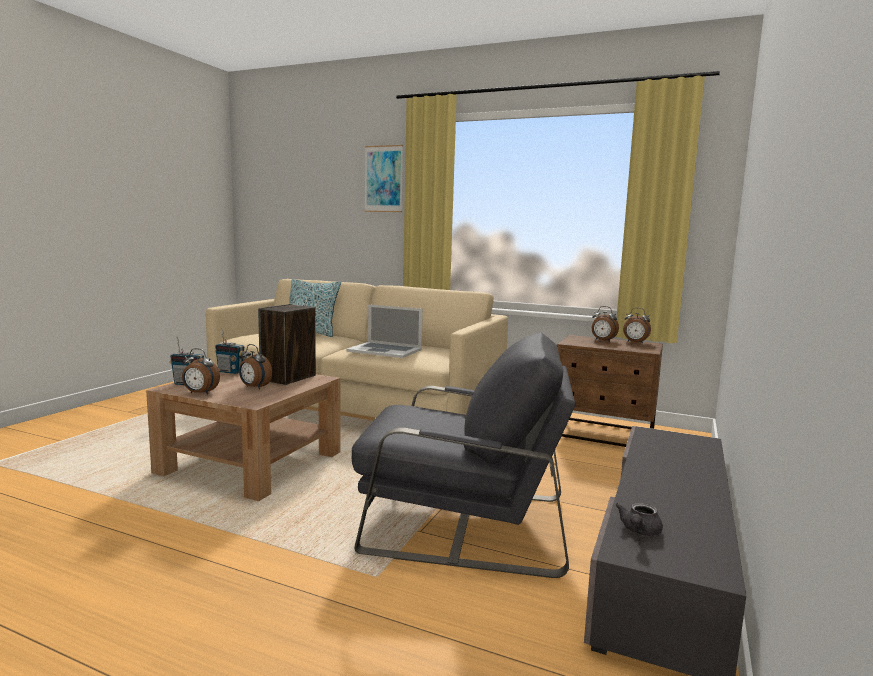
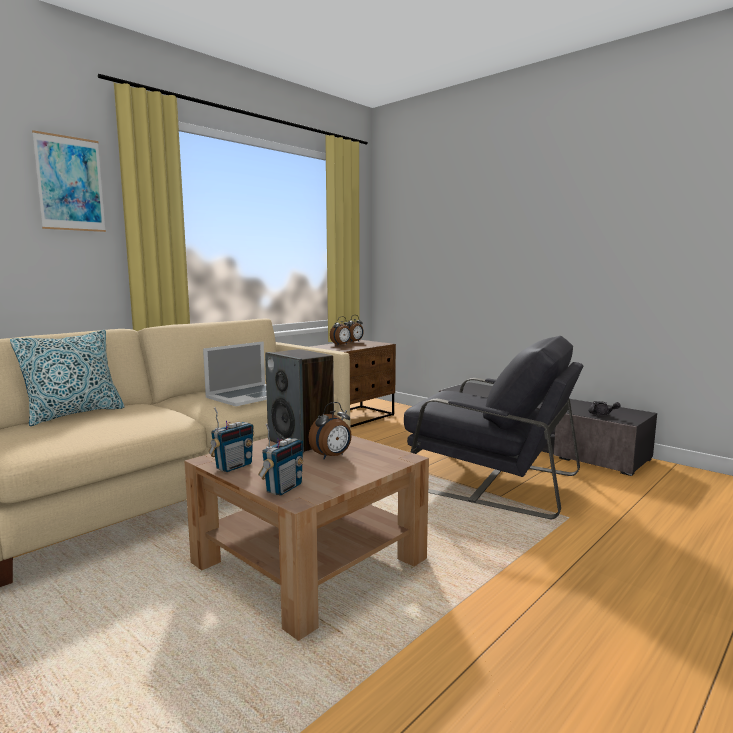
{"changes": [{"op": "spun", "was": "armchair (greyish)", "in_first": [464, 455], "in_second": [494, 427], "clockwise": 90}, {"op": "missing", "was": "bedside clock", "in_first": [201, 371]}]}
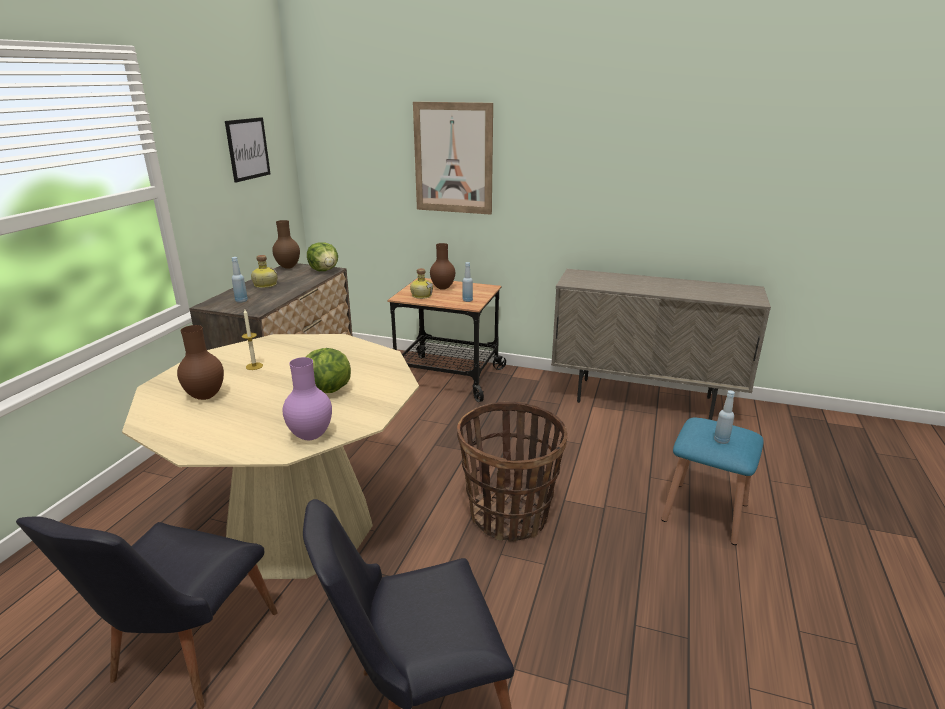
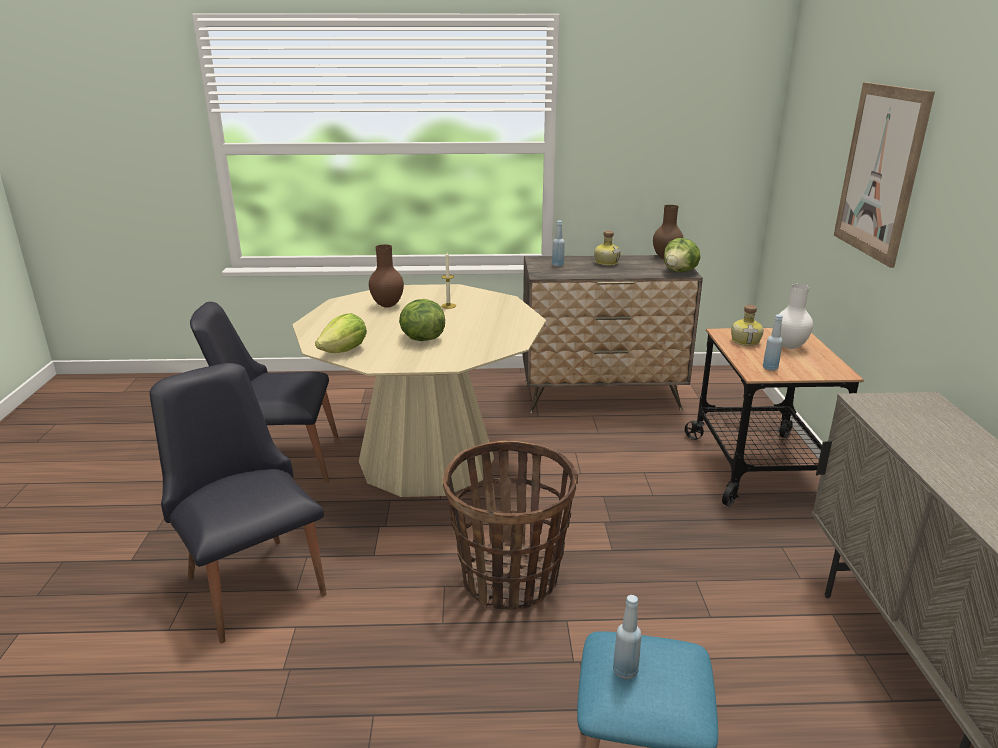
{"changes": [{"op": "exchanged", "was": "decorative vase (purple)", "now": "lettuce head", "in_first": [307, 398], "in_second": [341, 333]}, {"op": "colour", "was": "decorative vase (brownish)", "now": "decorative vase (white-coloured)", "in_first": [442, 266], "in_second": [795, 316]}, {"op": "missing", "was": "wall picture", "in_first": [247, 150]}]}
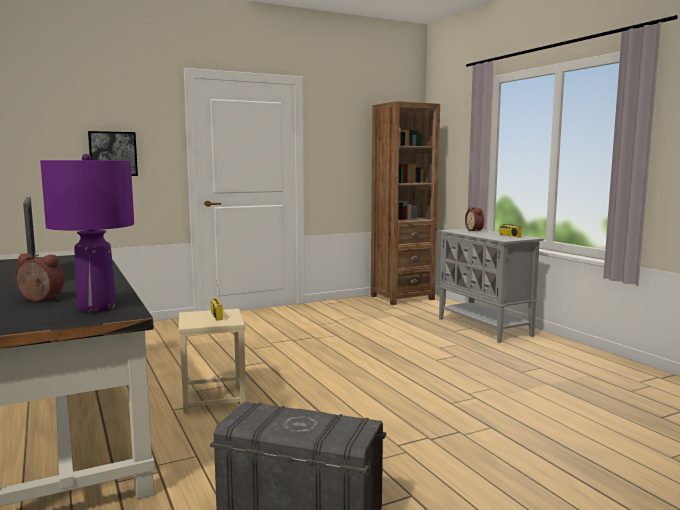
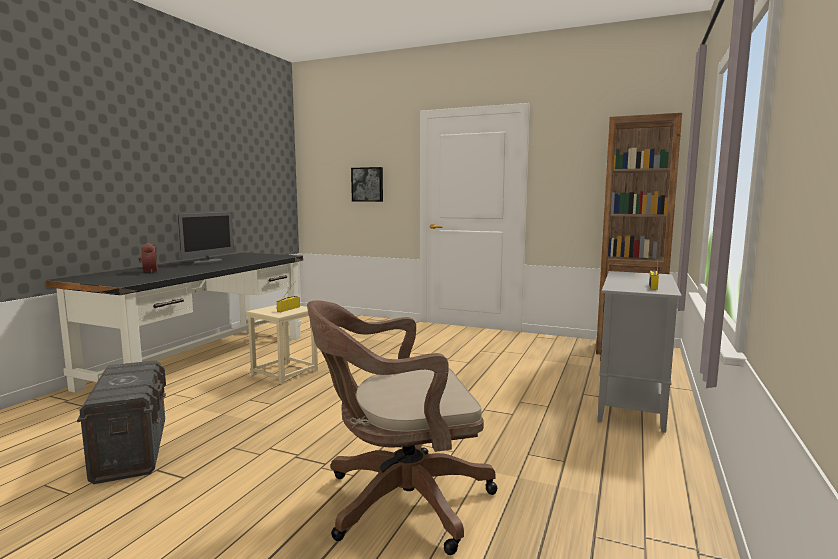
{"changes": [{"op": "appeared", "now": "desk chair (brownish)", "in_second": [402, 427]}, {"op": "missing", "was": "tabletop lamp (purple)", "in_first": [87, 233]}, {"op": "missing", "was": "bedside clock", "in_first": [474, 219]}]}
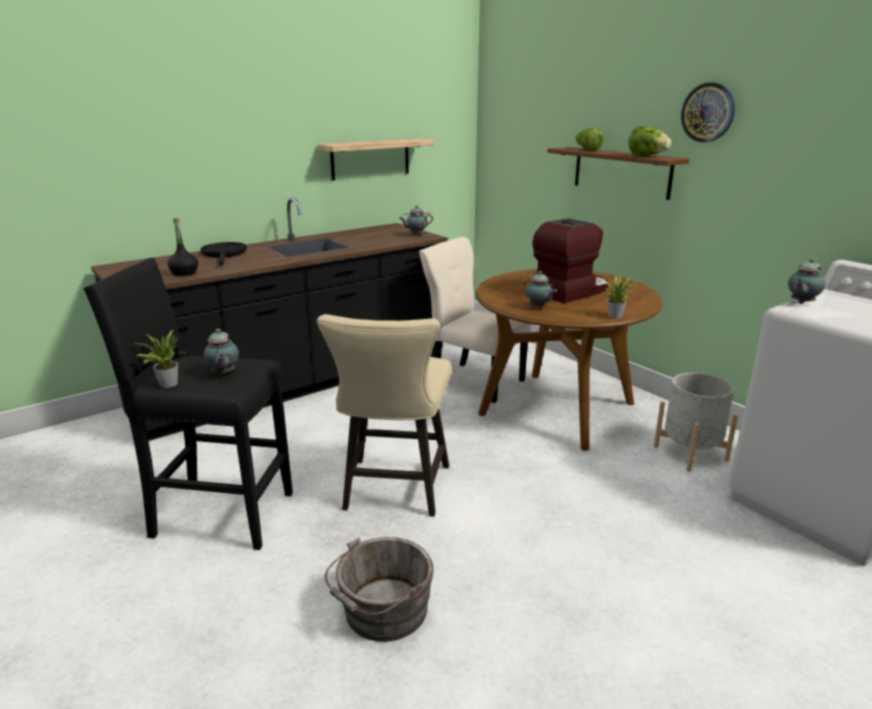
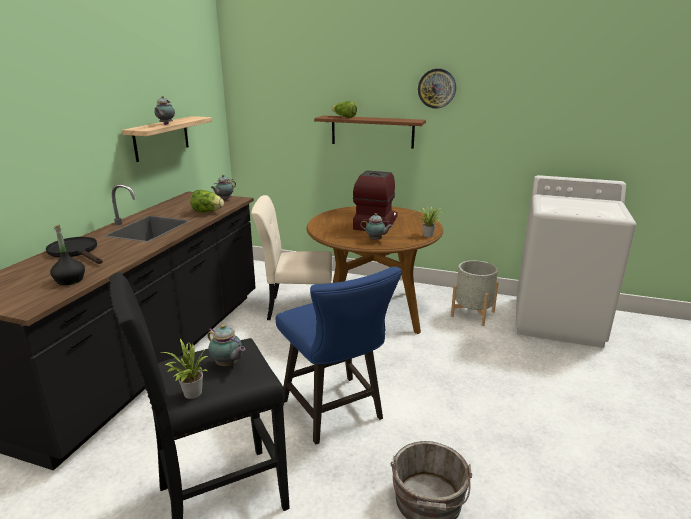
{"changes": [{"op": "relocated", "was": "tea pot", "in_first": [806, 281], "in_second": [164, 110]}, {"op": "relocated", "was": "lettuce head", "in_first": [649, 141], "in_second": [207, 201]}, {"op": "colour", "was": "stool (sand-coloured)", "now": "stool (blue-coloured)", "in_first": [384, 415], "in_second": [339, 355]}]}
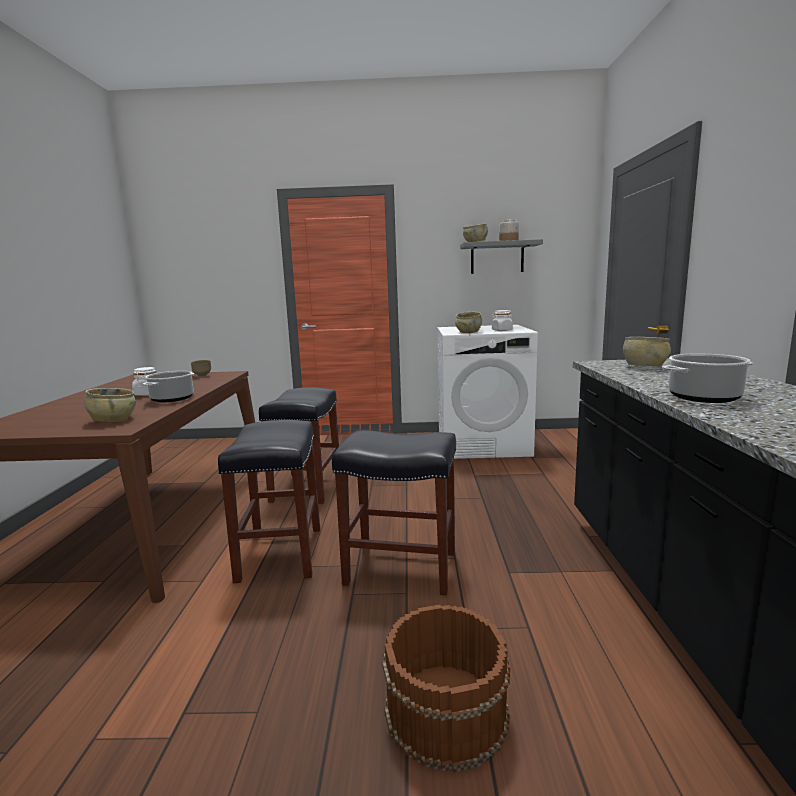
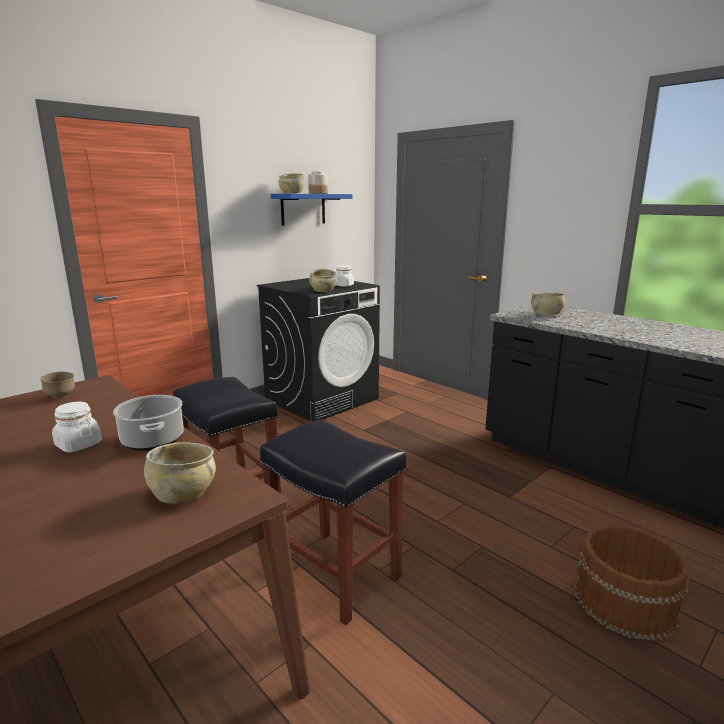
{"changes": [{"op": "colour", "was": "washing machine (white-coloured)", "now": "washing machine (black-coloured)", "in_first": [487, 392], "in_second": [318, 350]}, {"op": "colour", "was": "bracket shelf (greyish)", "now": "bracket shelf (blue-coloured)", "in_first": [501, 256], "in_second": [311, 209]}, {"op": "missing", "was": "stool (black-coloured)", "in_first": [394, 513]}, {"op": "missing", "was": "cooking pot", "in_first": [707, 378]}]}
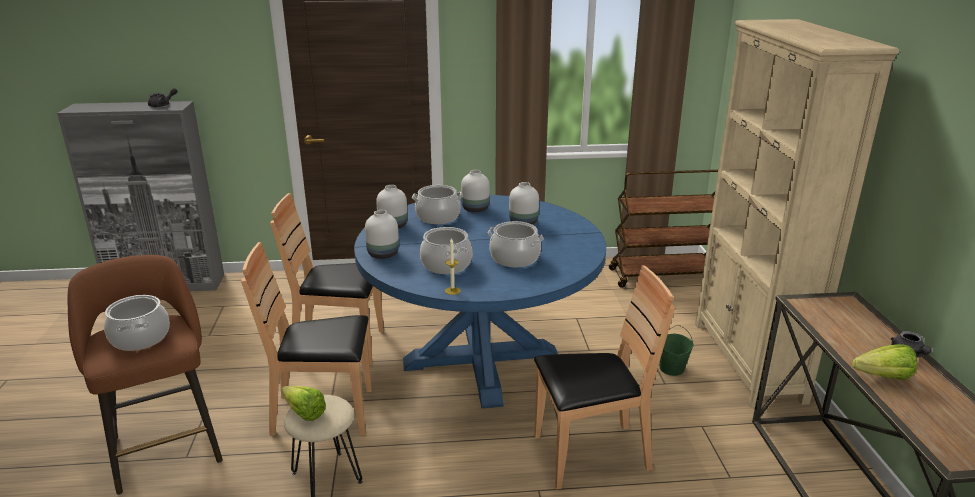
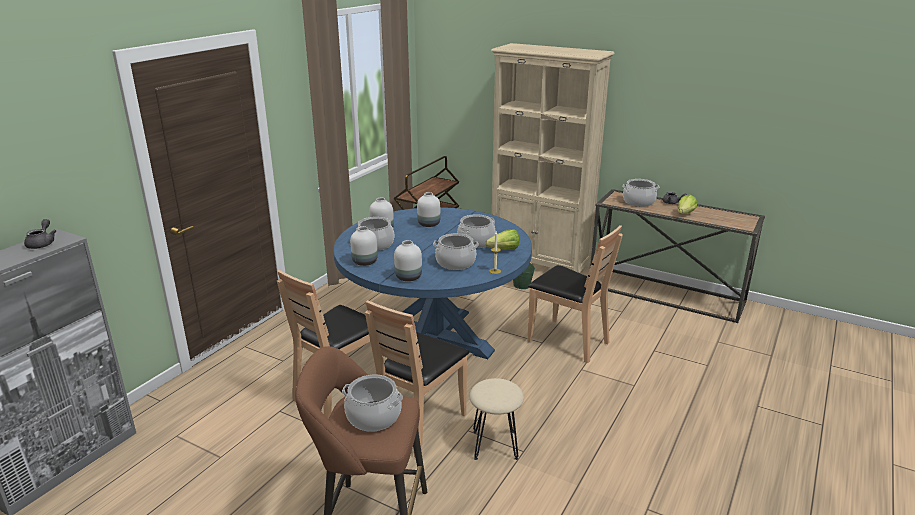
{"changes": [{"op": "relocated", "was": "lettuce head", "in_first": [303, 403], "in_second": [502, 239]}, {"op": "spun", "was": "chair (brownish)", "in_first": [604, 377], "in_second": [575, 294], "clockwise": 105}, {"op": "appeared", "now": "cooking pot", "in_second": [640, 193]}]}
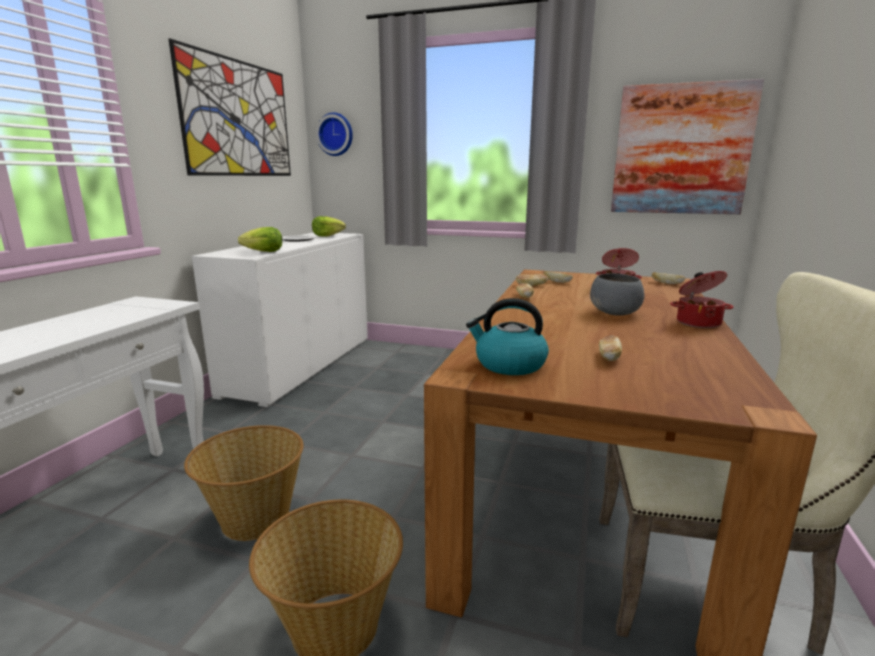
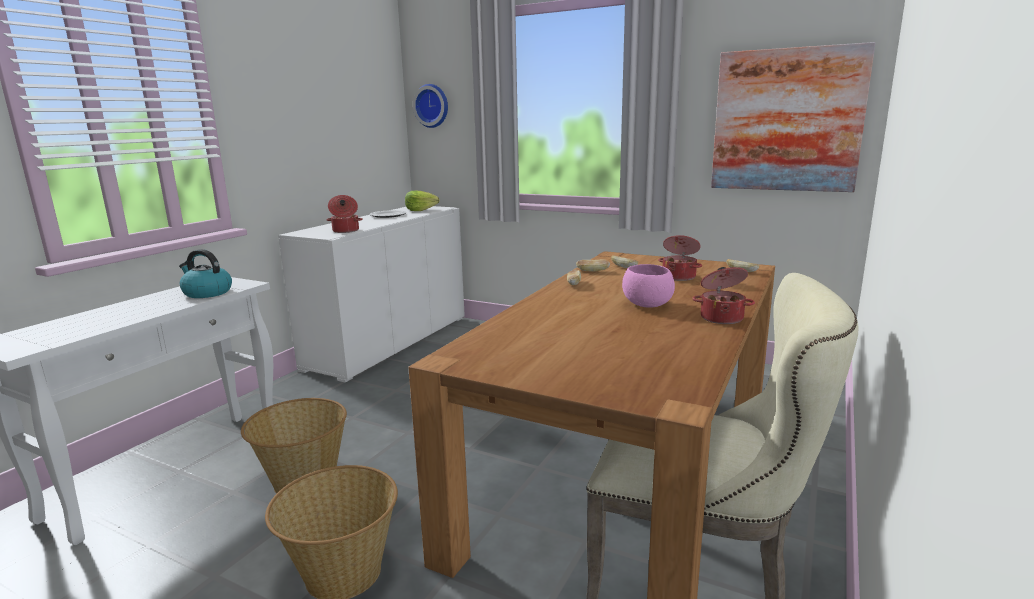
{"changes": [{"op": "relocated", "was": "tea kettle", "in_first": [507, 336], "in_second": [205, 273]}, {"op": "exchanged", "was": "lettuce head", "now": "cooking pot", "in_first": [260, 239], "in_second": [344, 214]}, {"op": "colour", "was": "deep dish (greyish)", "now": "deep dish (pink-coloured)", "in_first": [617, 294], "in_second": [648, 286]}, {"op": "missing", "was": "wall picture", "in_first": [230, 107]}, {"op": "missing", "was": "bakery bread", "in_first": [610, 348]}]}
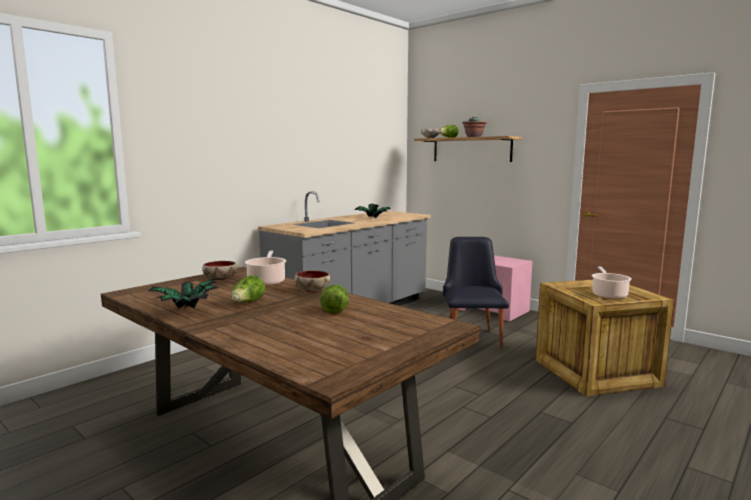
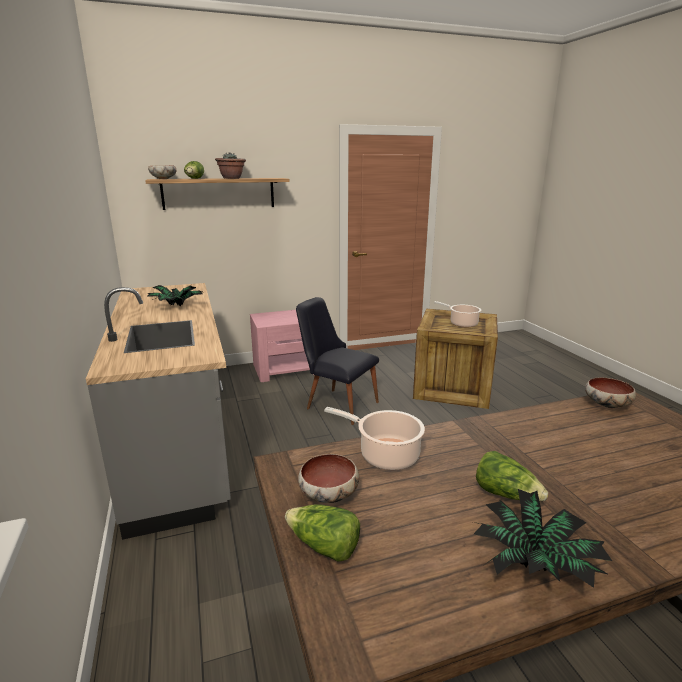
{"changes": [{"op": "relocated", "was": "lettuce head", "in_first": [334, 299], "in_second": [322, 533]}, {"op": "relocated", "was": "deep dish", "in_first": [312, 282], "in_second": [610, 393]}]}
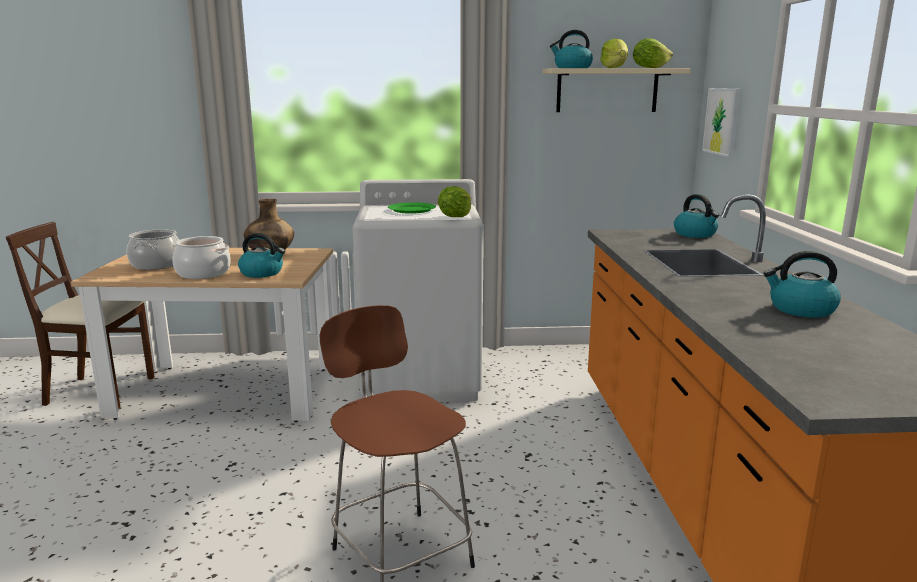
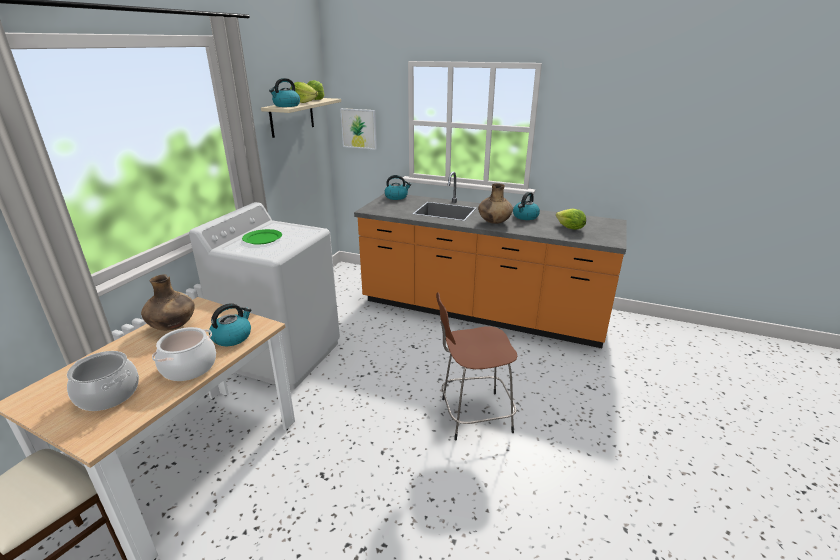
{"changes": [{"op": "appeared", "now": "decorative vase (brownish)", "in_second": [495, 203]}, {"op": "relocated", "was": "lettuce head", "in_first": [454, 201], "in_second": [571, 219]}]}
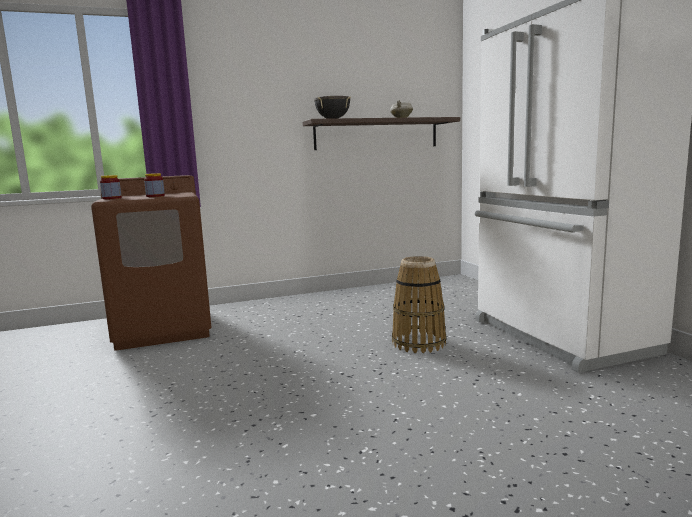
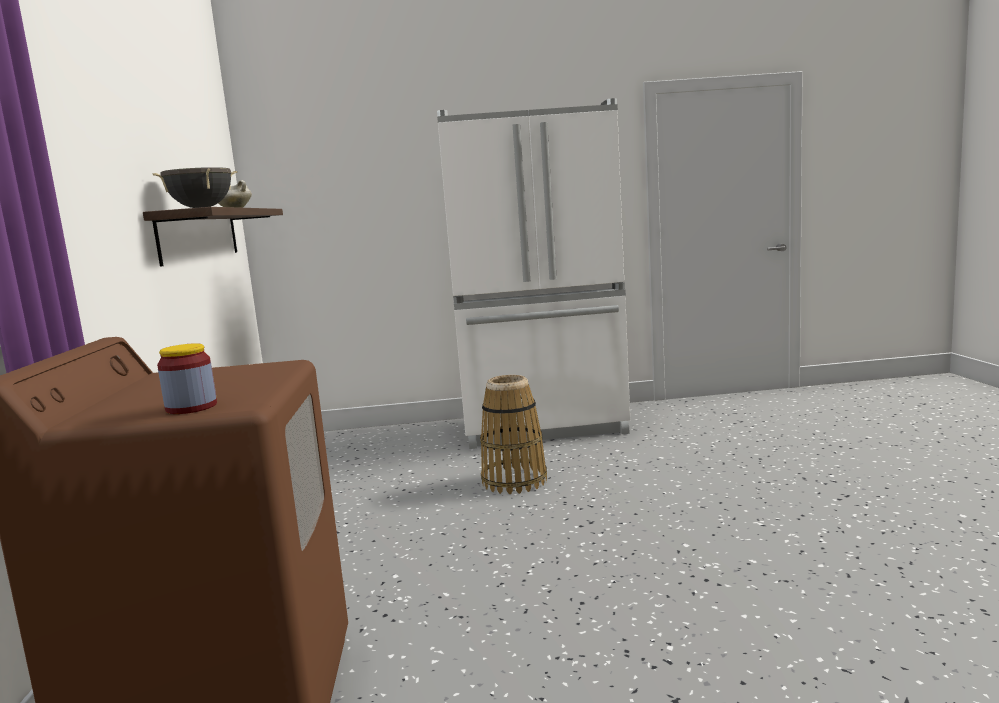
{"changes": [{"op": "missing", "was": "preserve jar", "in_first": [154, 185]}]}
